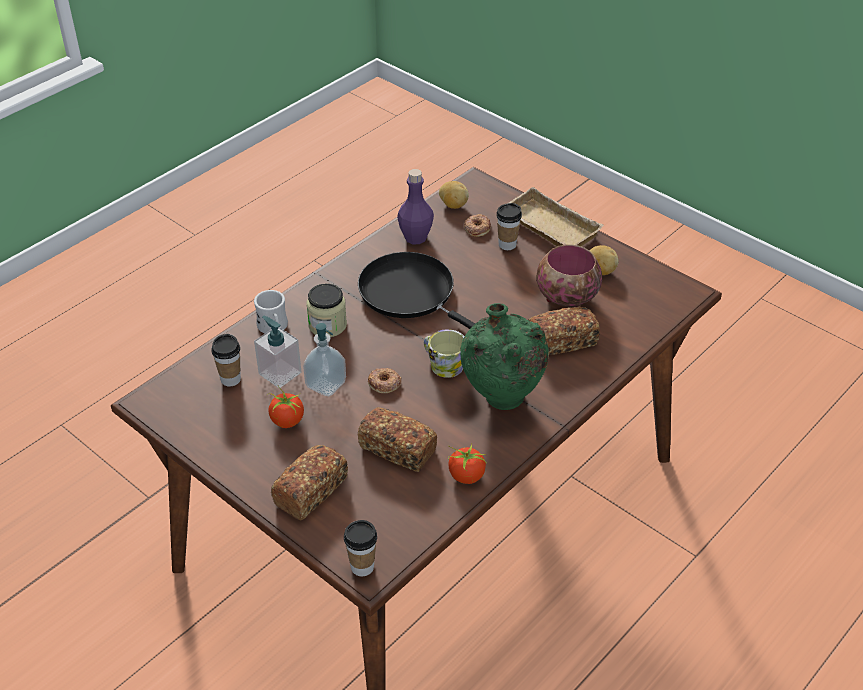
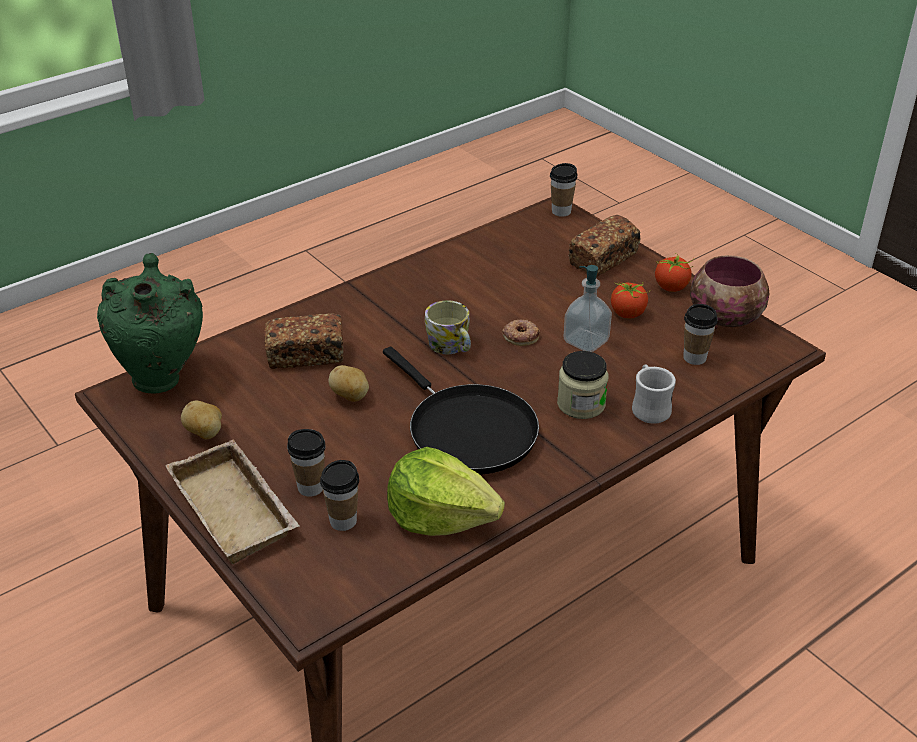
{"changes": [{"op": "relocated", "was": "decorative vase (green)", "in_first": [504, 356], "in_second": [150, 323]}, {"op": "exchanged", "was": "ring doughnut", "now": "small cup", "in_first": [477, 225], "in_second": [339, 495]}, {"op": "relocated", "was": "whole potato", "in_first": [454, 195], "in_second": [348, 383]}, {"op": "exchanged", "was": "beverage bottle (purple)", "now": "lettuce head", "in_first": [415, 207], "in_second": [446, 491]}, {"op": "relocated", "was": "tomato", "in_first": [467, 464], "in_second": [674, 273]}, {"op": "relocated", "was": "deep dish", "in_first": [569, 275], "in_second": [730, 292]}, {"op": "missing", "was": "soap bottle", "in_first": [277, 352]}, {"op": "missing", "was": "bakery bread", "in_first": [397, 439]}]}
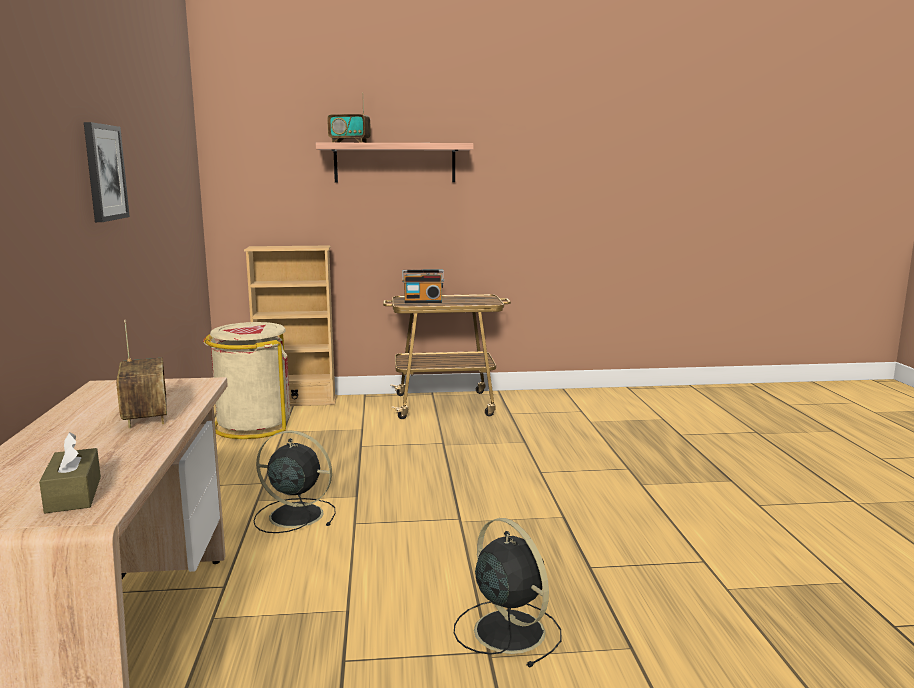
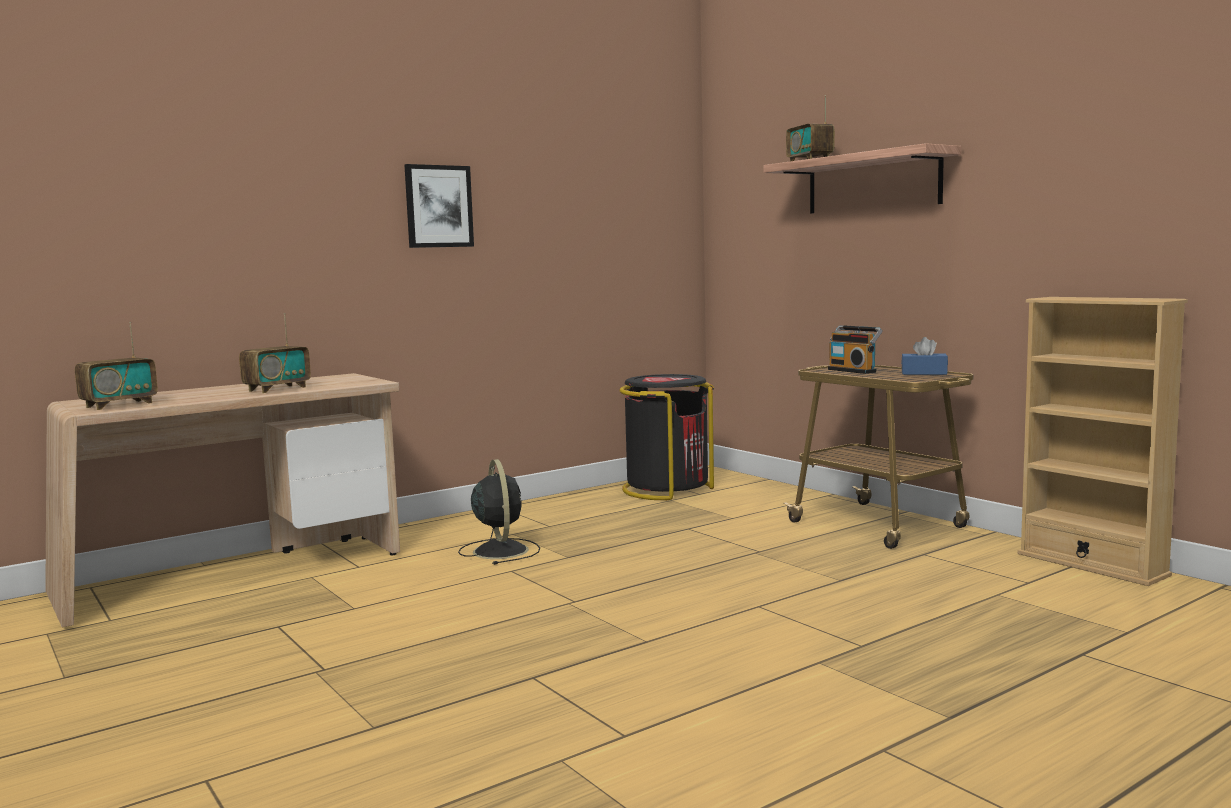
{"changes": [{"op": "exchanged", "was": "tissue holder (brownish)", "now": "radio", "in_first": [70, 472], "in_second": [116, 366]}, {"op": "colour", "was": "rubbish bin (sand-coloured)", "now": "rubbish bin (black-coloured)", "in_first": [246, 380], "in_second": [667, 437]}, {"op": "appeared", "now": "tissue holder (blue-coloured)", "in_second": [924, 356]}, {"op": "relocated", "was": "bookshelf (sand-coloured)", "in_first": [290, 326], "in_second": [1102, 441]}, {"op": "missing", "was": "cooling fan (black-coloured)", "in_first": [508, 592]}]}
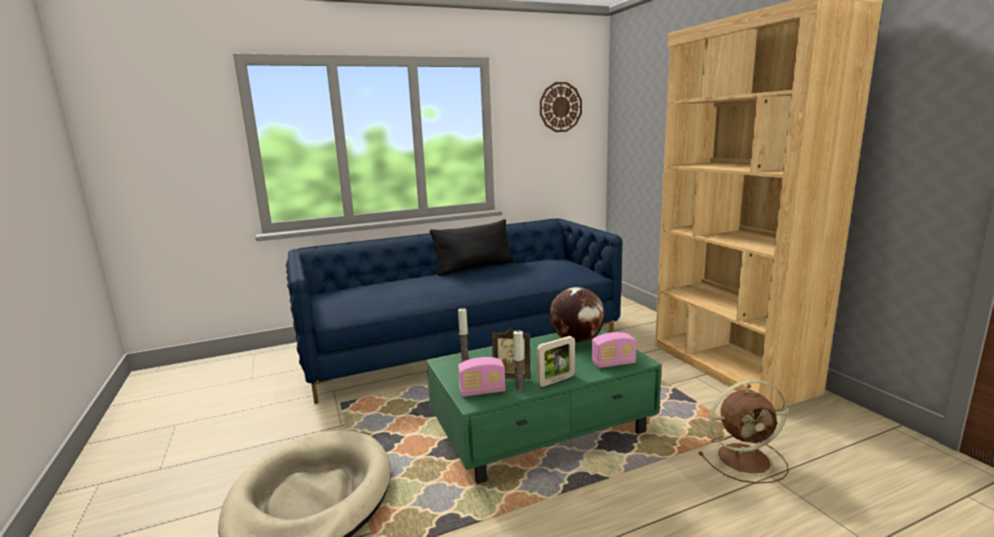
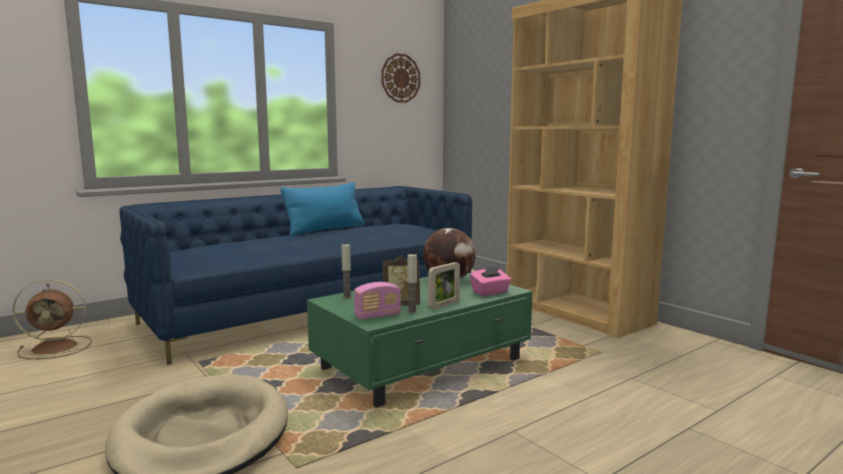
{"changes": [{"op": "relocated", "was": "cooling fan (brownish)", "in_first": [744, 432], "in_second": [52, 319]}, {"op": "colour", "was": "cushion (black-coloured)", "now": "cushion (blue-coloured)", "in_first": [472, 247], "in_second": [322, 209]}, {"op": "exchanged", "was": "radio", "now": "tissue holder (pink-coloured)", "in_first": [614, 350], "in_second": [490, 280]}]}
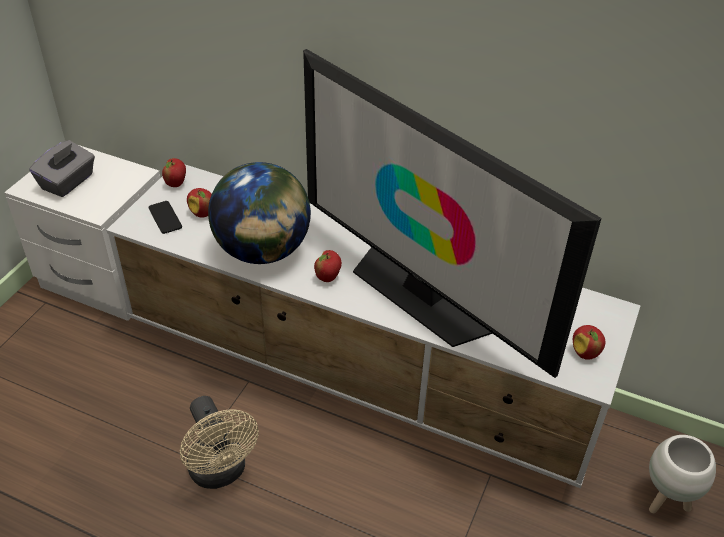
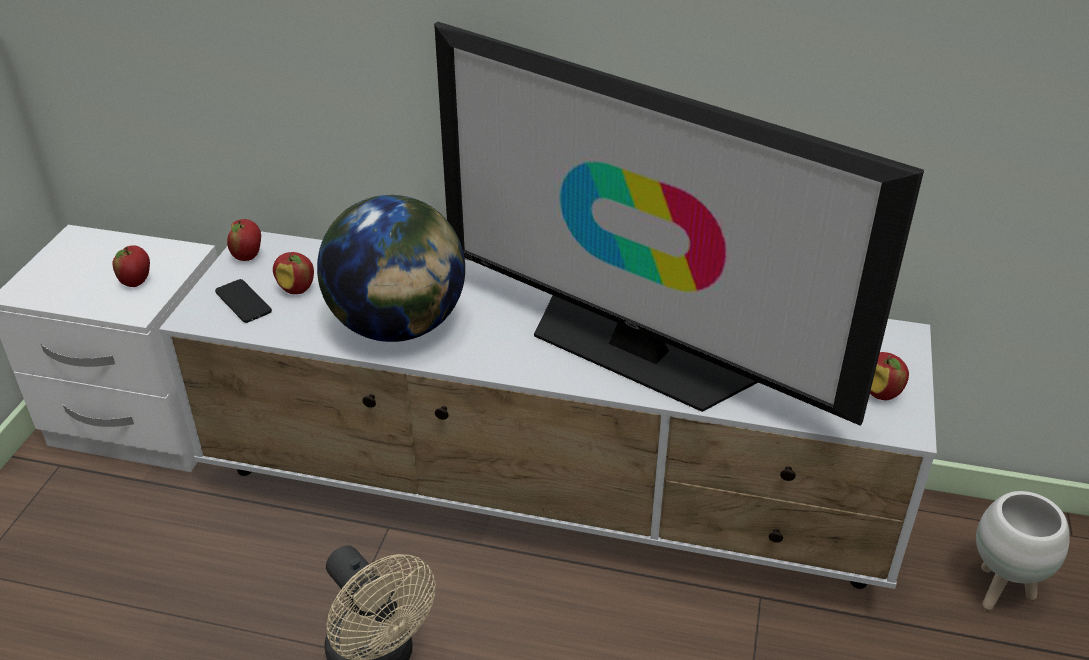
{"changes": [{"op": "relocated", "was": "whole apple", "in_first": [328, 266], "in_second": [131, 266]}, {"op": "missing", "was": "tissue holder (greyish)", "in_first": [62, 168]}]}
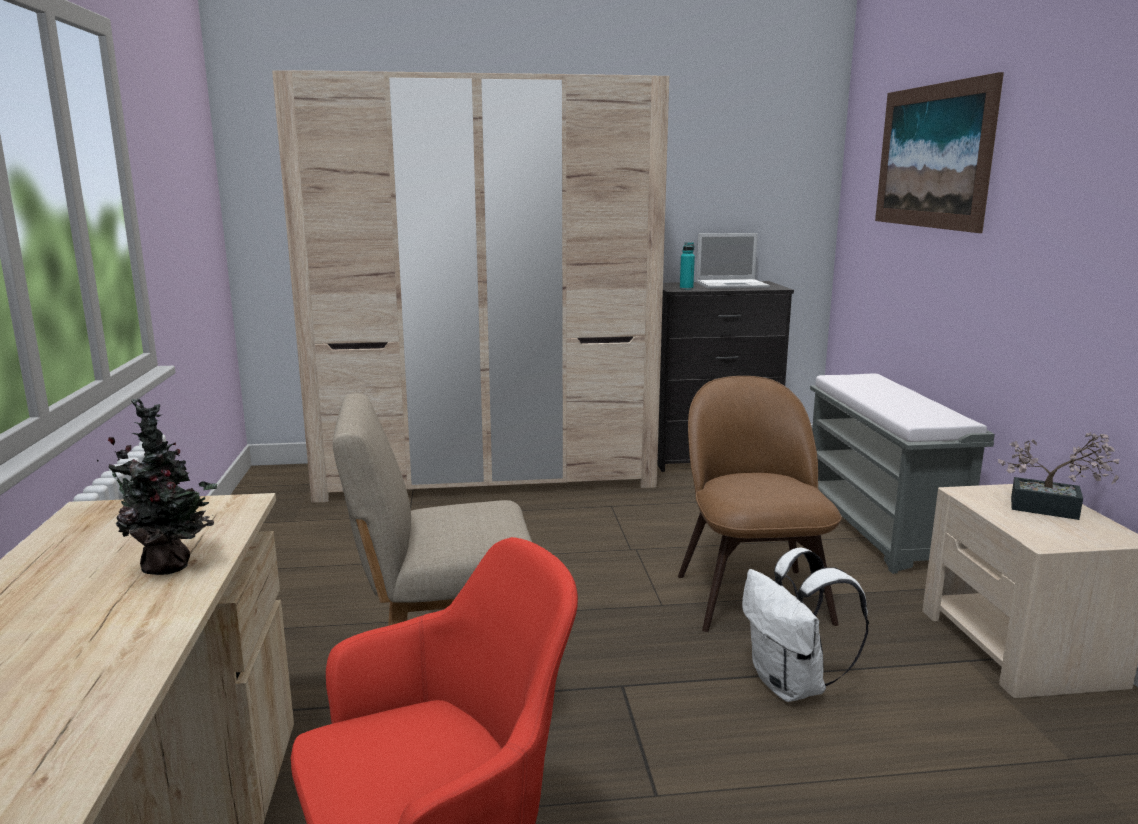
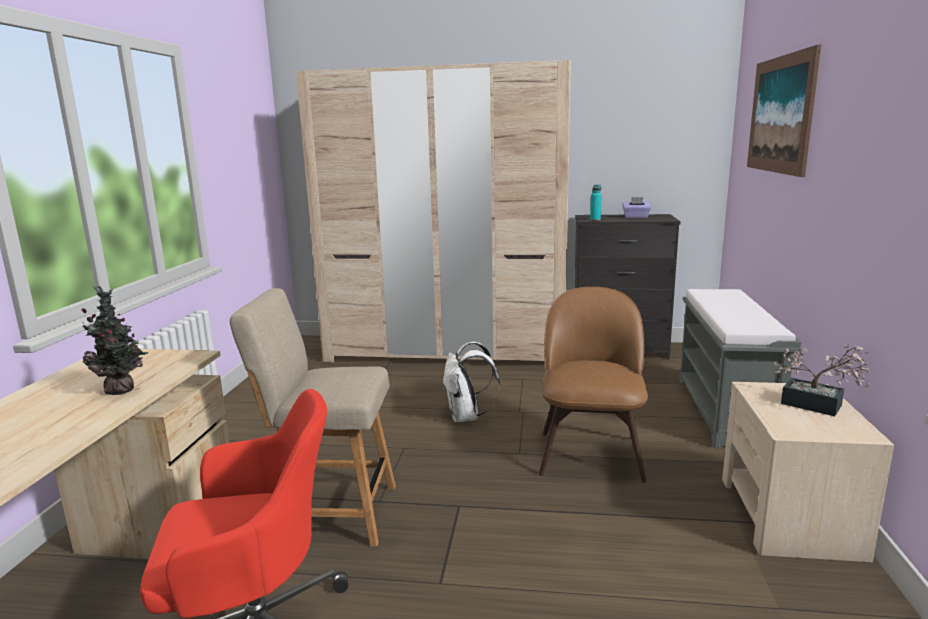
{"changes": [{"op": "relocated", "was": "knapsack (white-coloured)", "in_first": [805, 625], "in_second": [471, 382]}, {"op": "exchanged", "was": "portable computer", "now": "tissue holder (purple)", "in_first": [733, 261], "in_second": [636, 207]}]}
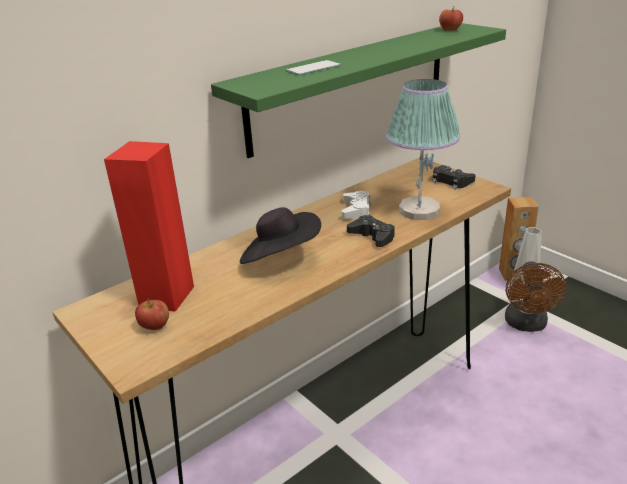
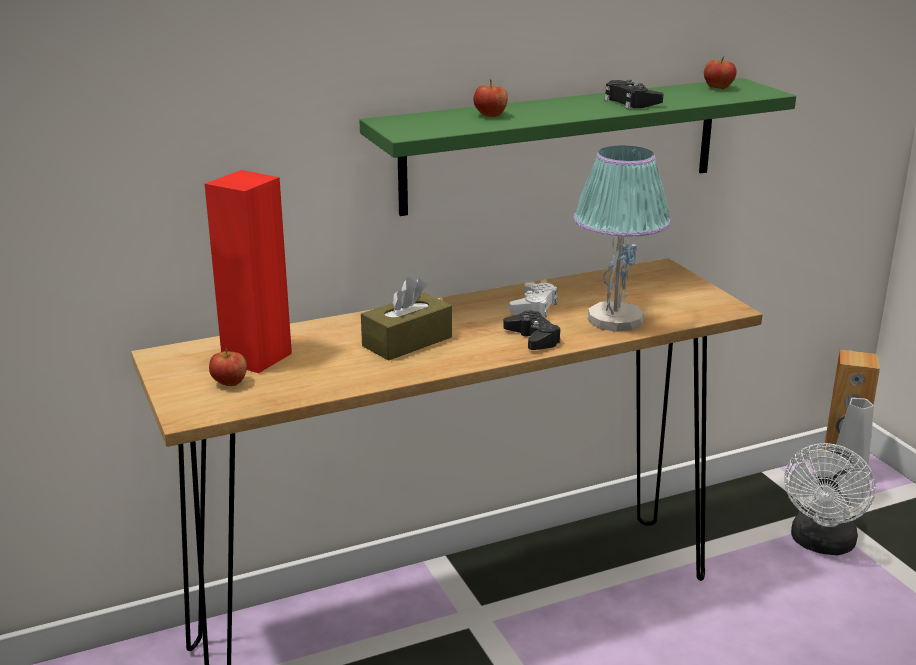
{"changes": [{"op": "exchanged", "was": "hat (black-coloured)", "now": "tissue holder (brownish)", "in_first": [280, 235], "in_second": [406, 319]}, {"op": "exchanged", "was": "phone", "now": "whole apple", "in_first": [312, 67], "in_second": [490, 98]}, {"op": "relocated", "was": "gamepad (black-coloured)", "in_first": [453, 177], "in_second": [634, 94]}, {"op": "colour", "was": "cooling fan (brownish)", "now": "cooling fan (white-coloured)", "in_first": [535, 296], "in_second": [830, 499]}]}
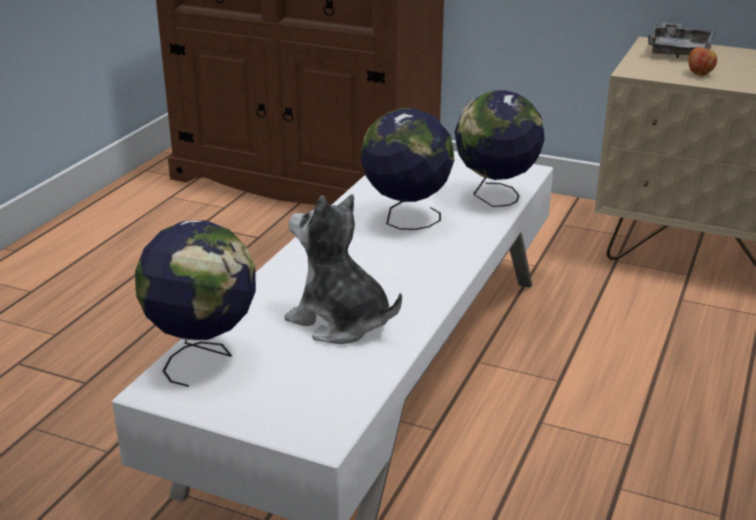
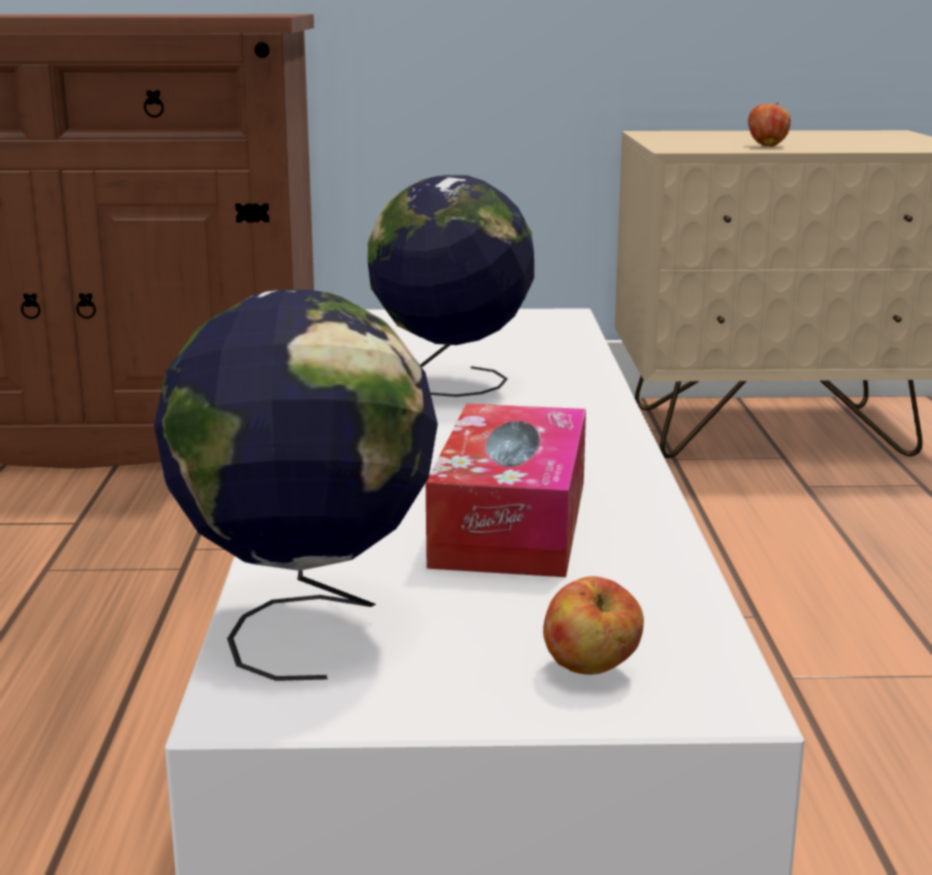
{"changes": [{"op": "exchanged", "was": "plush toy", "now": "tissue holder", "in_first": [343, 269], "in_second": [506, 490]}, {"op": "appeared", "now": "whole apple", "in_second": [593, 625]}, {"op": "missing", "was": "world globe", "in_first": [500, 148]}, {"op": "missing", "was": "tray (greyish)", "in_first": [682, 40]}]}
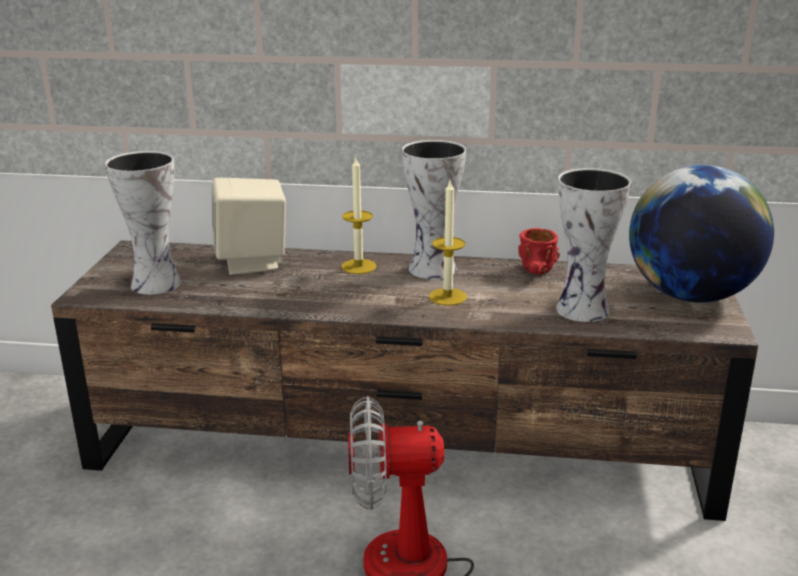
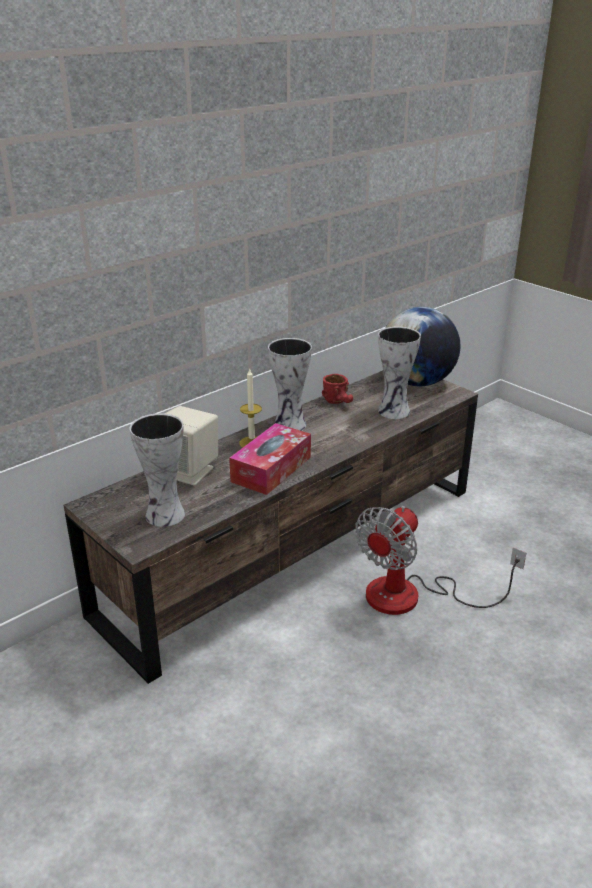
{"changes": [{"op": "appeared", "now": "tissue holder", "in_second": [270, 459]}, {"op": "missing", "was": "candle", "in_first": [448, 243]}]}
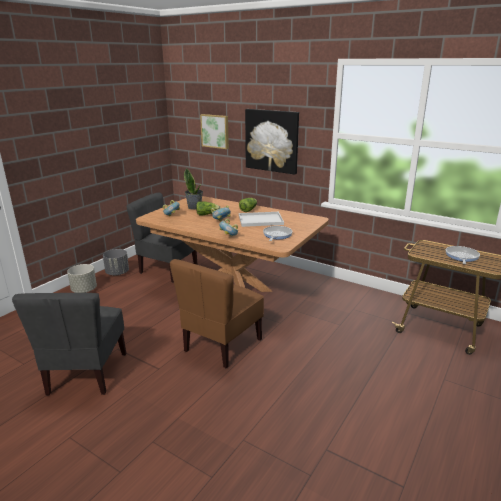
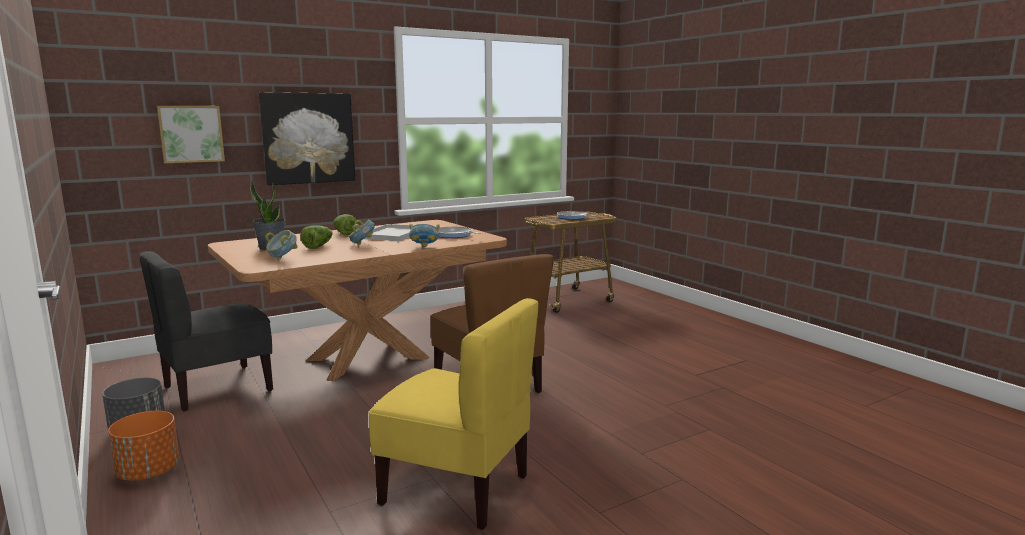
{"changes": [{"op": "colour", "was": "flower pot (greyish)", "now": "flower pot (orange)", "in_first": [82, 278], "in_second": [144, 446]}, {"op": "colour", "was": "chair (greyish)", "now": "chair (yellow-coloured)", "in_first": [69, 344], "in_second": [453, 414]}]}
